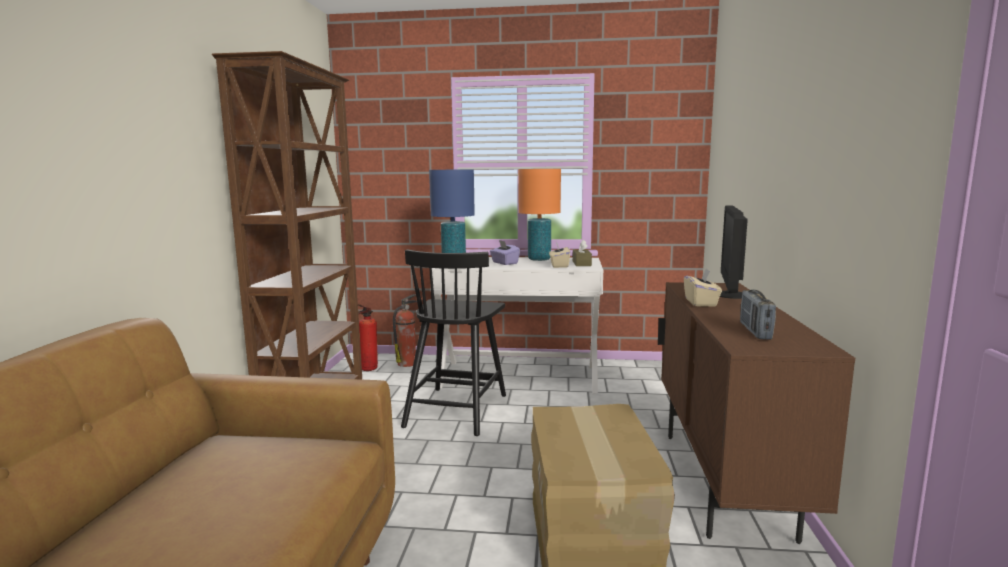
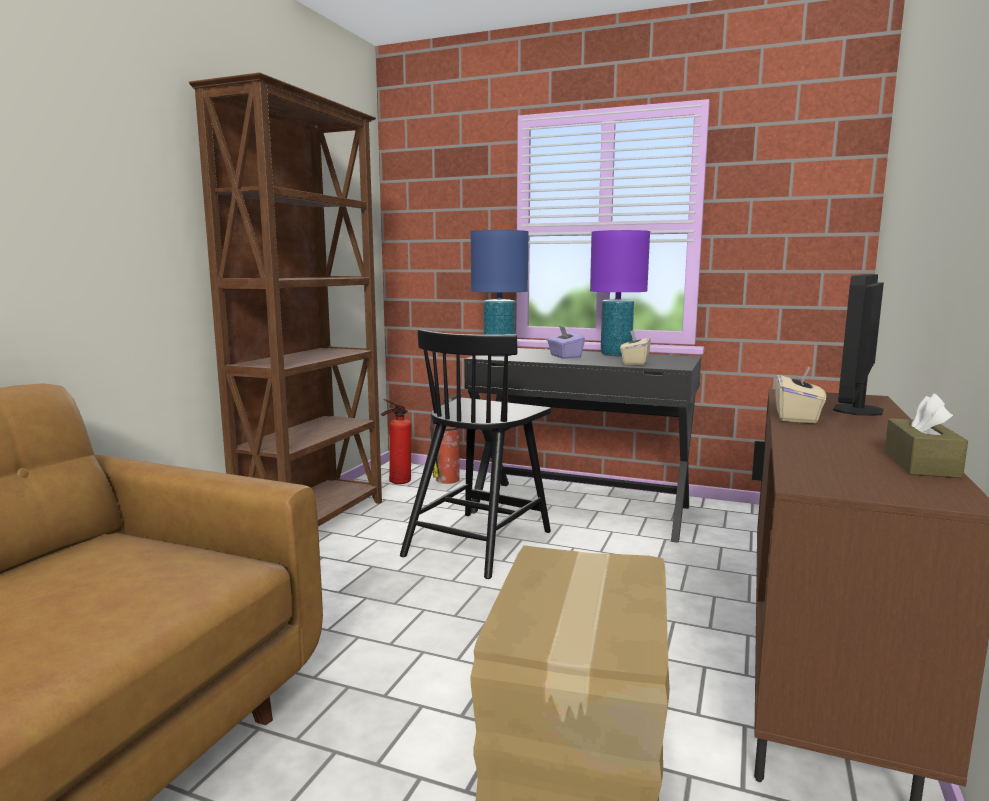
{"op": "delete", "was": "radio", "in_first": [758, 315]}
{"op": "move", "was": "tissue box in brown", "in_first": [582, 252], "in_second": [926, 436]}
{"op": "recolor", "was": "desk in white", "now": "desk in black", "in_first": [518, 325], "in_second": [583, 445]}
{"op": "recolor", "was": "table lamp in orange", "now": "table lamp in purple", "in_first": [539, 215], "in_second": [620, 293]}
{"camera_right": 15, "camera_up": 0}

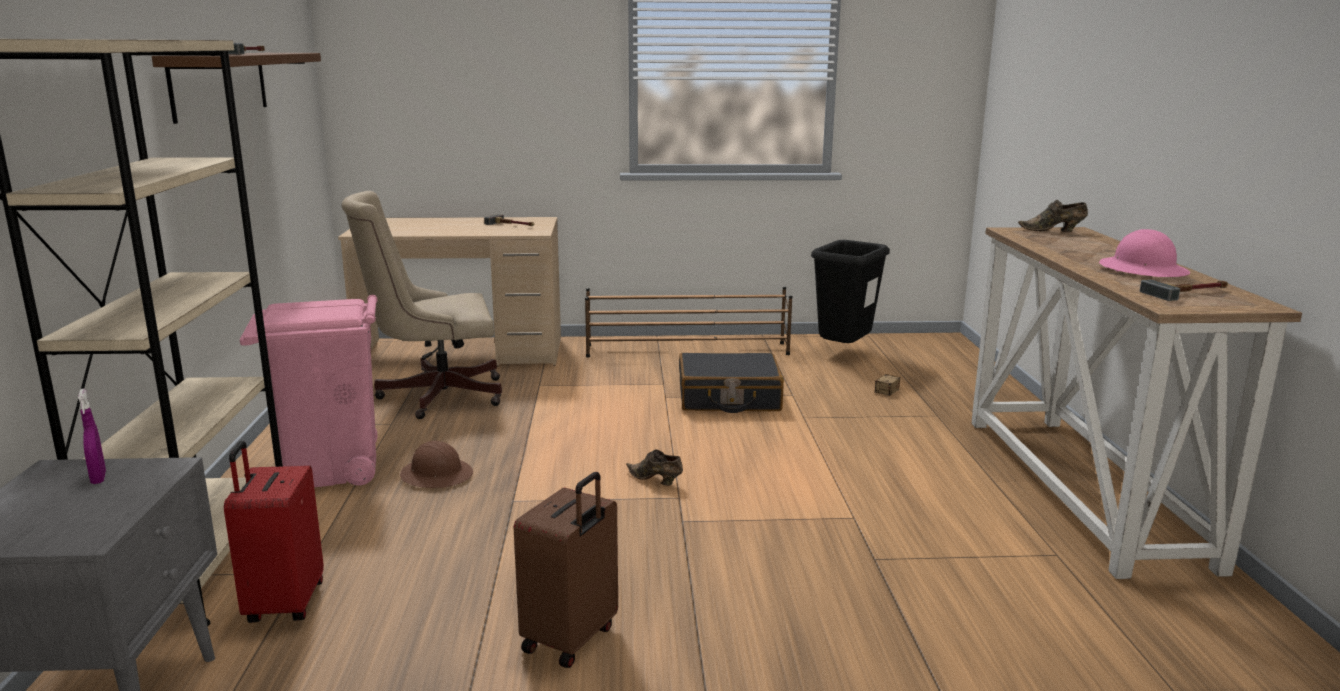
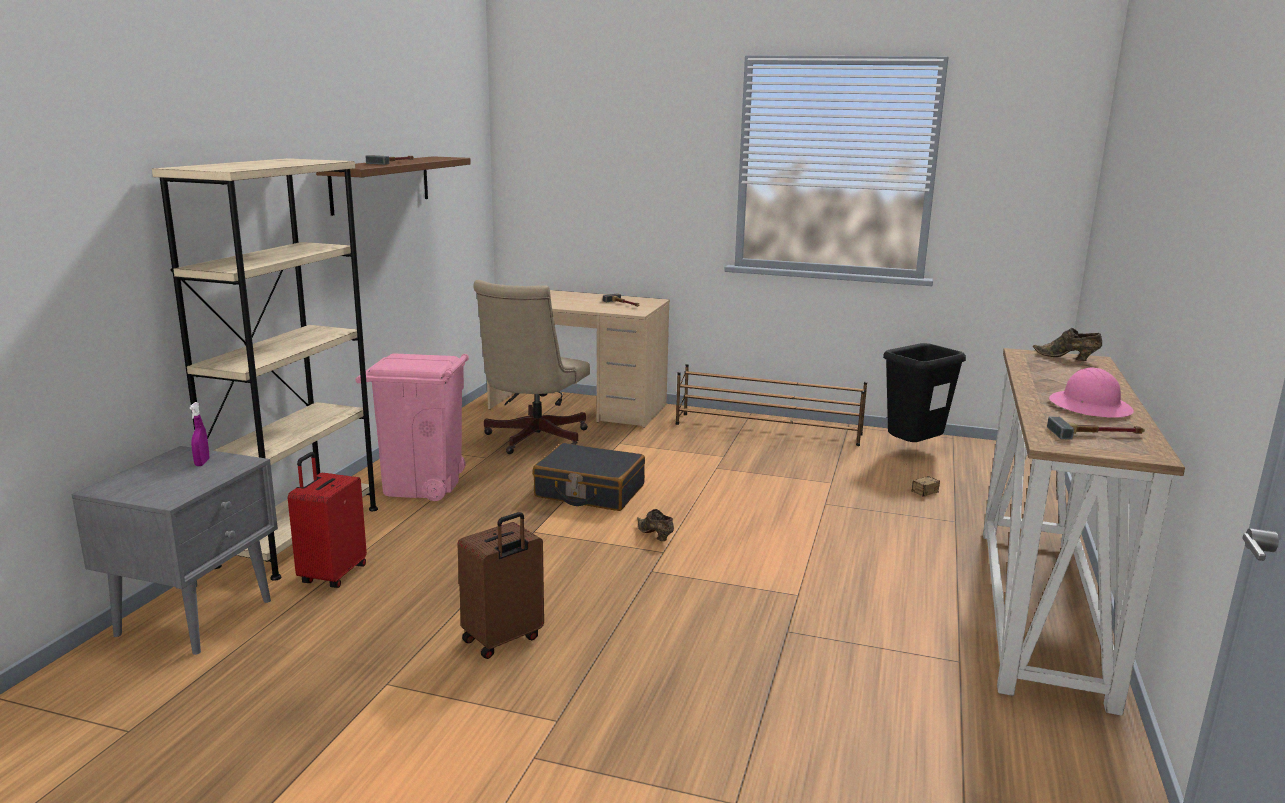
{"op": "delete", "was": "hard hat in brown", "in_first": [436, 464]}
{"op": "move", "was": "suitcase in black", "in_first": [731, 383], "in_second": [589, 477]}
{"op": "rotate", "was": "office chair in beige", "in_first": [422, 305], "in_second": [531, 367], "clockwise": -75}
{"camera_right": 20, "camera_up": 0}

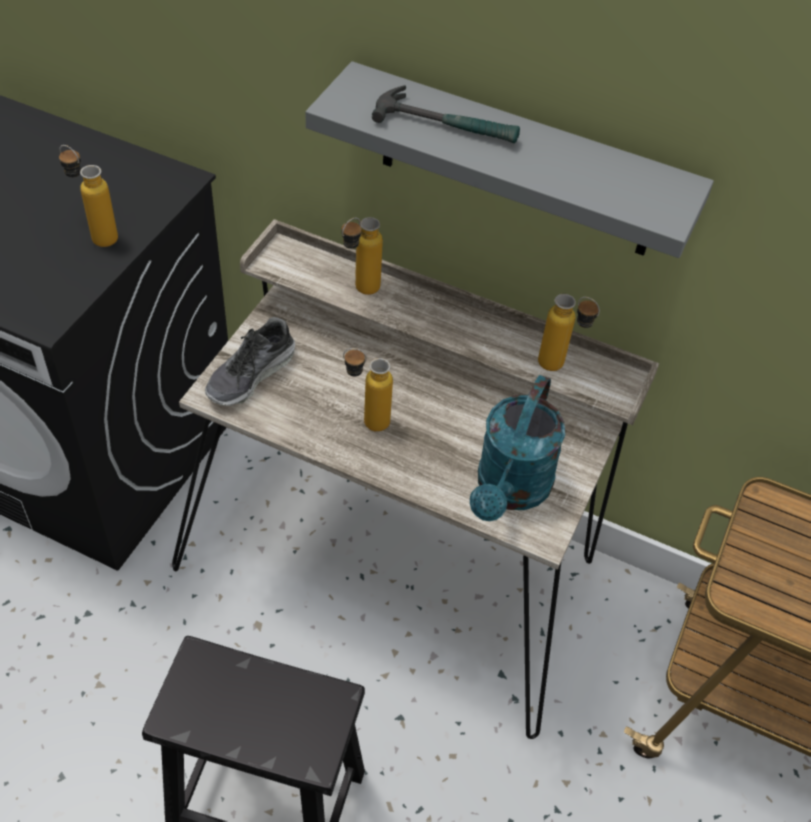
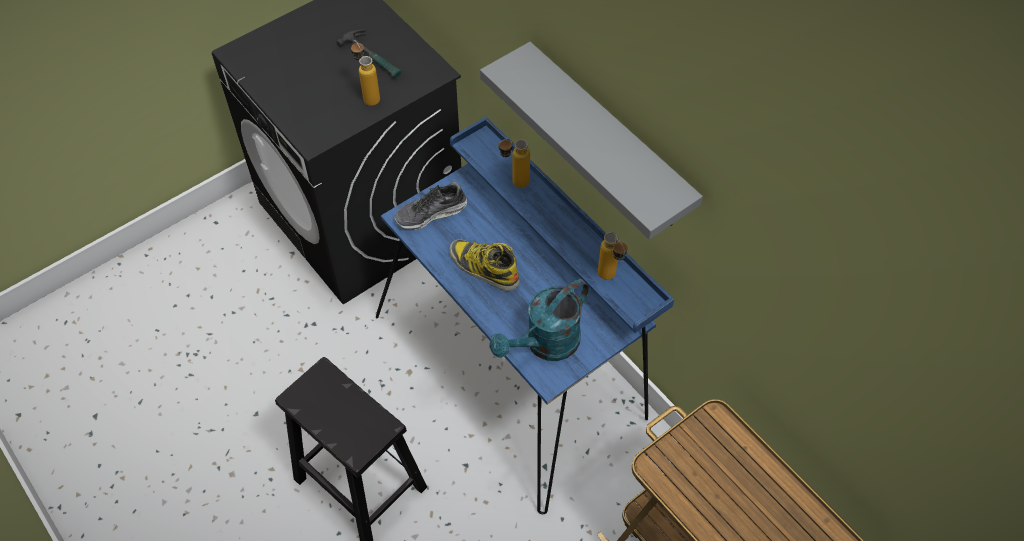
{"op": "move", "was": "hammer", "in_first": [446, 114], "in_second": [368, 54]}
{"op": "replace", "was": "bottle", "now": "boot", "in_first": [368, 390], "in_second": [484, 265]}
{"op": "recolor", "was": "desk in beige", "now": "desk in blue", "in_first": [415, 479], "in_second": [525, 316]}
{"camera_right": 30, "camera_up": 5}

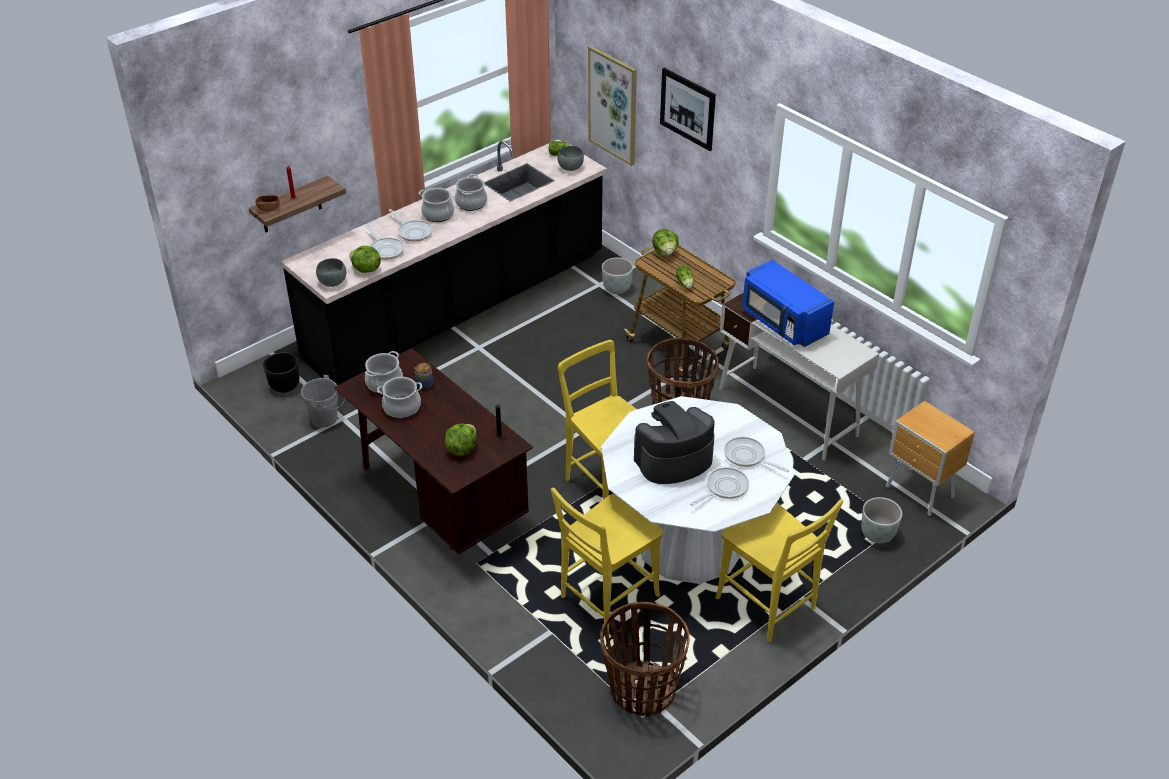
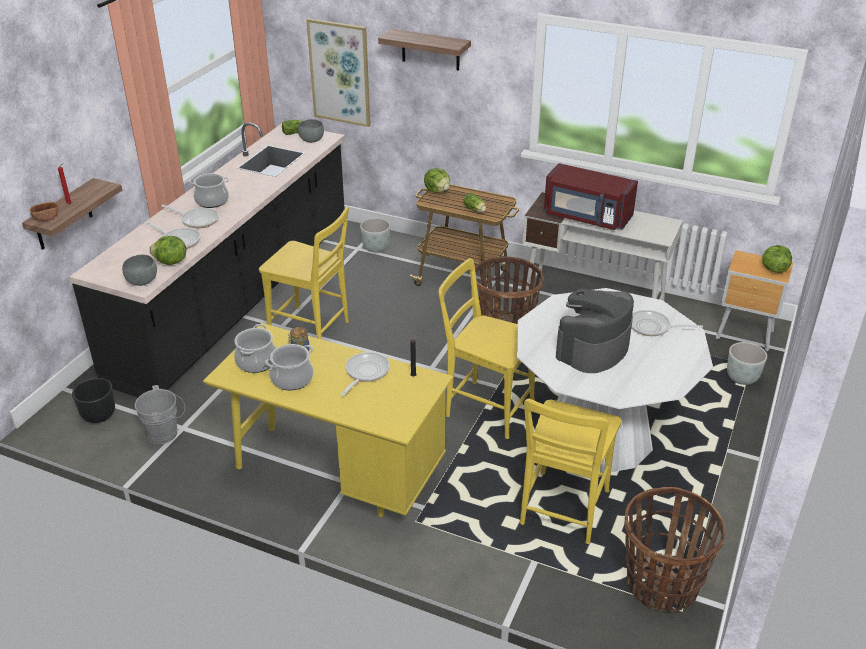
{"op": "delete", "was": "cooking pot", "in_first": [471, 192]}
{"op": "move", "was": "lettuce", "in_first": [461, 440], "in_second": [777, 259]}
{"op": "move", "was": "frying pan", "in_first": [719, 486], "in_second": [365, 374]}
{"op": "move", "was": "chair in yellow", "in_first": [779, 570], "in_second": [304, 273]}
{"op": "replace", "was": "picture", "now": "shelf", "in_first": [688, 109], "in_second": [424, 50]}
{"op": "recolor", "was": "desk in brown", "now": "desk in yellow", "in_first": [433, 451], "in_second": [328, 420]}
{"op": "recolor", "was": "microwave in blue", "now": "microwave in red", "in_first": [788, 303], "in_second": [591, 196]}
{"camera_right": -25, "camera_up": -5}

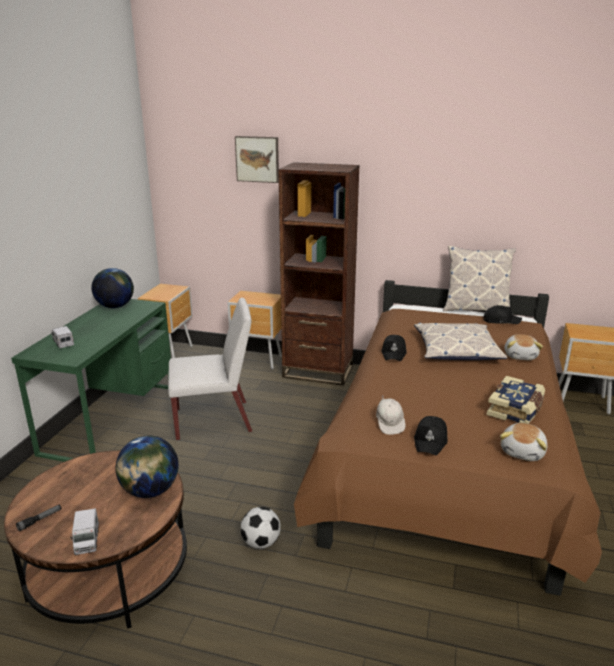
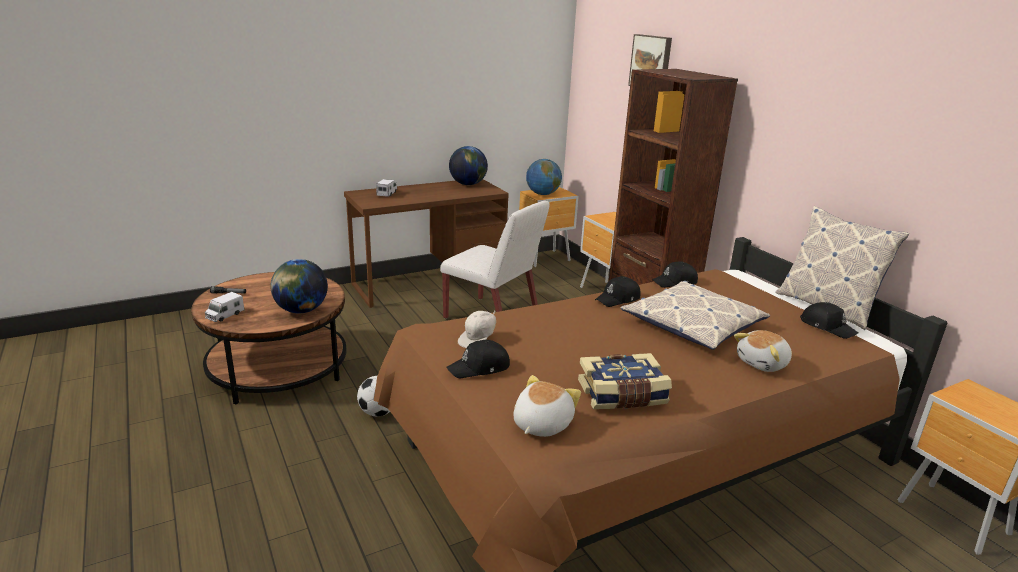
{"op": "insert", "now": "globe", "in_second": [544, 177]}
{"op": "insert", "now": "cap in black", "in_second": [675, 274]}
{"op": "recolor", "was": "desk in green", "now": "desk in brown", "in_first": [91, 380], "in_second": [426, 243]}
{"op": "rotate", "was": "plush toy", "in_first": [523, 442], "in_second": [547, 406], "clockwise": 135}
{"camera_right": 45, "camera_up": 0}

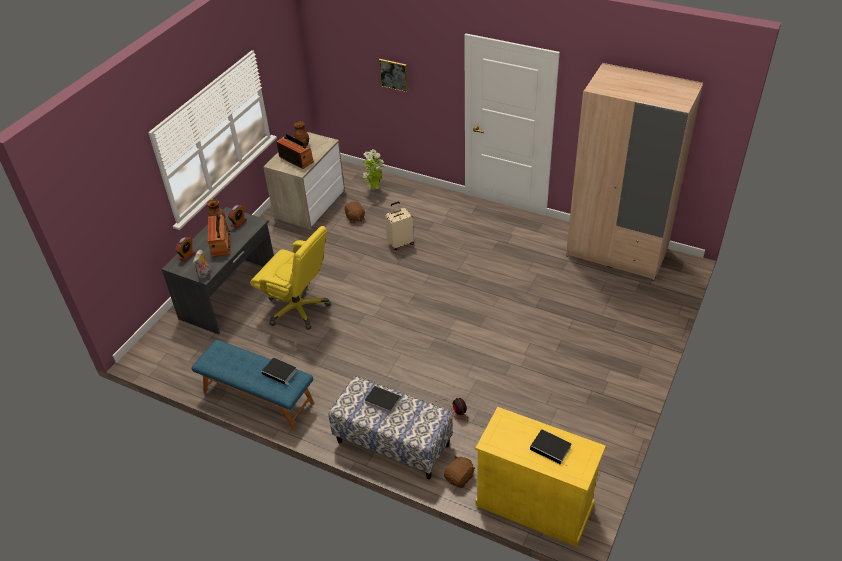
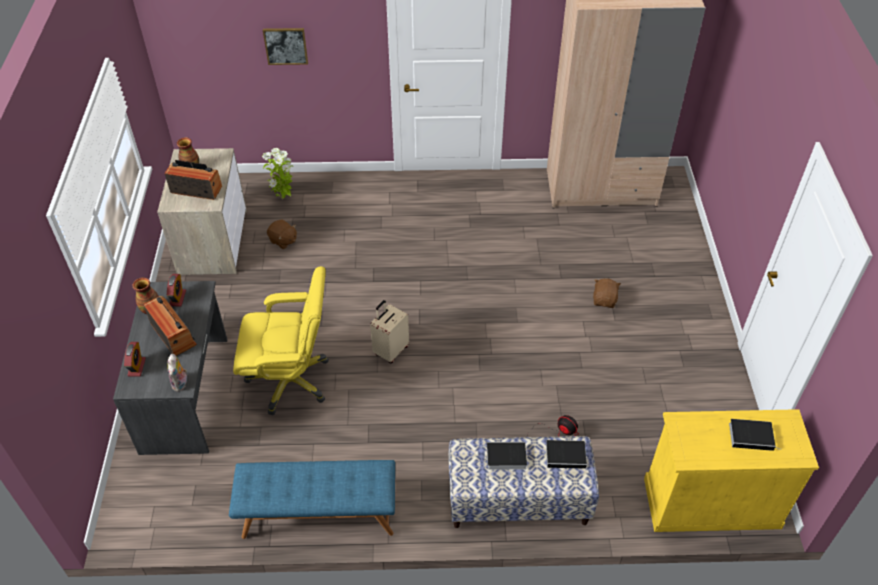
{"op": "move", "was": "book", "in_first": [279, 371], "in_second": [568, 454]}
{"op": "move", "was": "suitcase in beige", "in_first": [399, 225], "in_second": [389, 331]}
{"op": "move", "was": "plush toy in brown", "in_first": [459, 471], "in_second": [607, 293]}
{"camera_right": -30, "camera_up": 5}

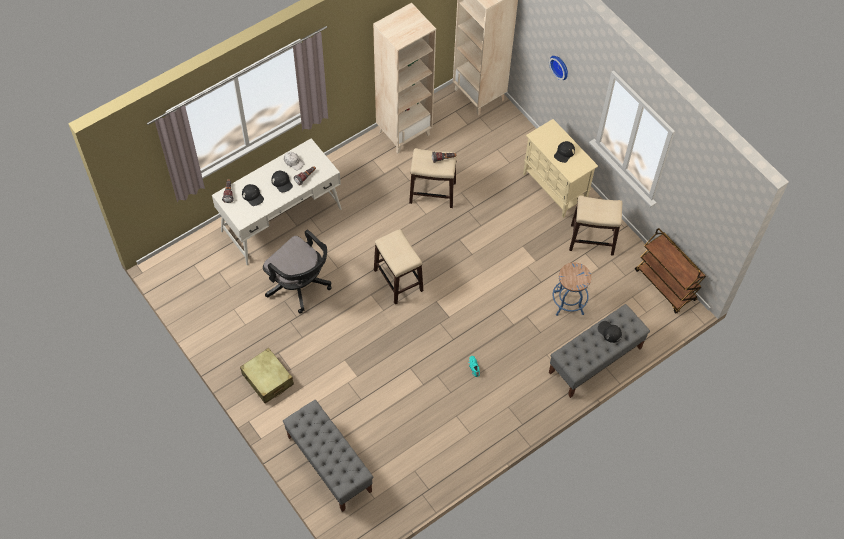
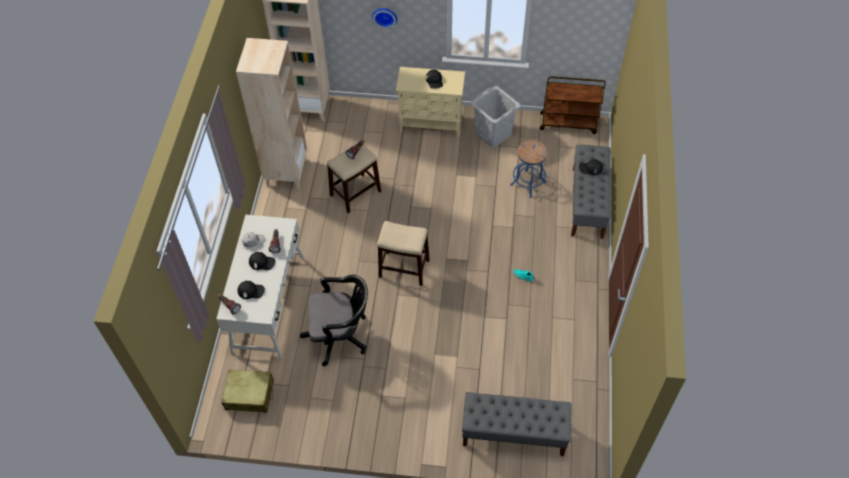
{"op": "move", "was": "suitcase in beige", "in_first": [267, 375], "in_second": [247, 391]}
{"op": "replace", "was": "stool", "now": "laundry basket in grey", "in_first": [595, 225], "in_second": [496, 117]}
{"camera_right": -45, "camera_up": -5}

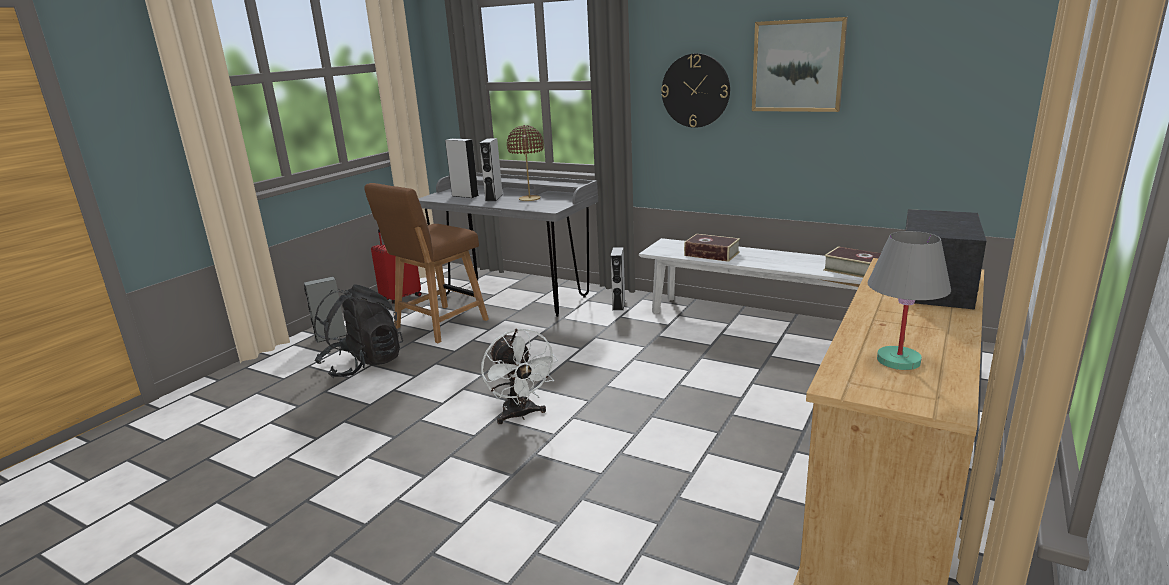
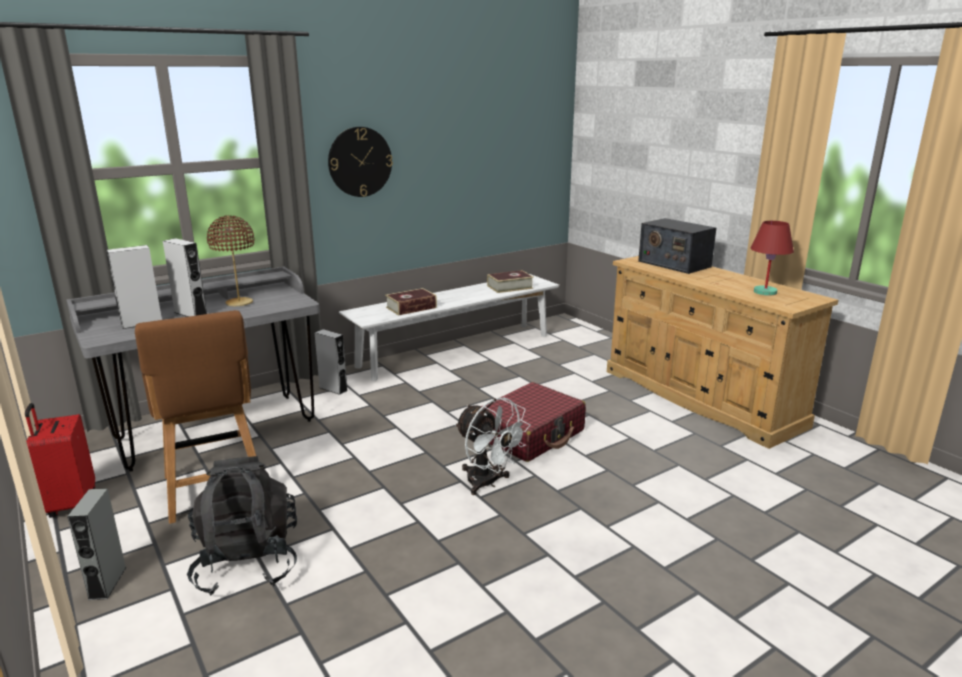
{"op": "delete", "was": "picture", "in_first": [800, 64]}
{"op": "insert", "now": "suitcase in red", "in_second": [533, 422]}
{"op": "recolor", "was": "table lamp in grey", "now": "table lamp in red", "in_first": [909, 300], "in_second": [772, 258]}
{"op": "rotate", "was": "fan in white", "in_first": [519, 376], "in_second": [493, 446], "clockwise": 45}
{"camera_right": -65, "camera_up": 0}

